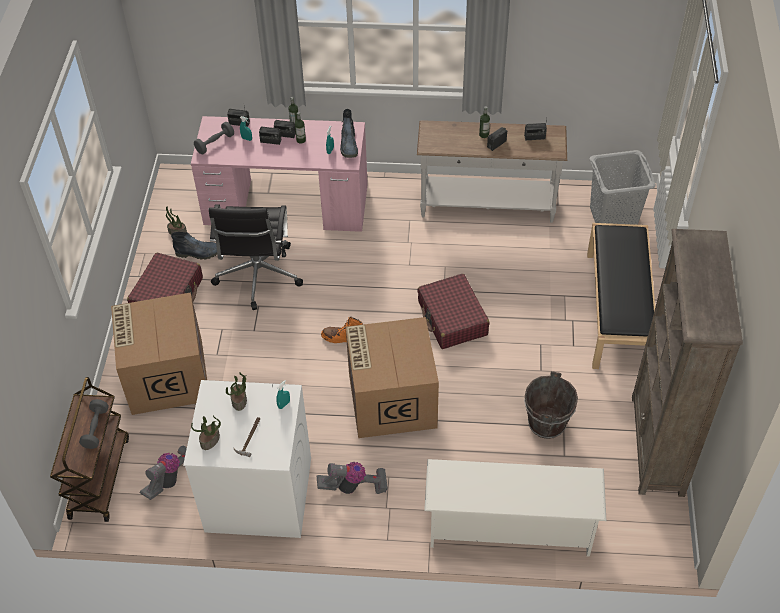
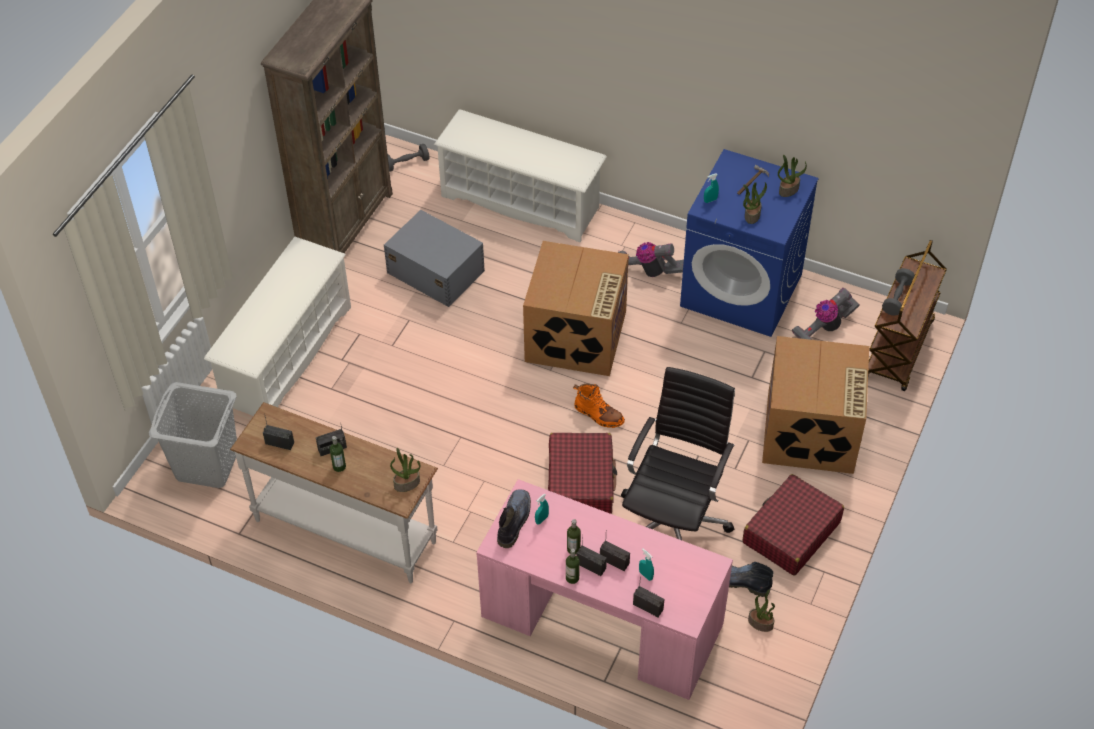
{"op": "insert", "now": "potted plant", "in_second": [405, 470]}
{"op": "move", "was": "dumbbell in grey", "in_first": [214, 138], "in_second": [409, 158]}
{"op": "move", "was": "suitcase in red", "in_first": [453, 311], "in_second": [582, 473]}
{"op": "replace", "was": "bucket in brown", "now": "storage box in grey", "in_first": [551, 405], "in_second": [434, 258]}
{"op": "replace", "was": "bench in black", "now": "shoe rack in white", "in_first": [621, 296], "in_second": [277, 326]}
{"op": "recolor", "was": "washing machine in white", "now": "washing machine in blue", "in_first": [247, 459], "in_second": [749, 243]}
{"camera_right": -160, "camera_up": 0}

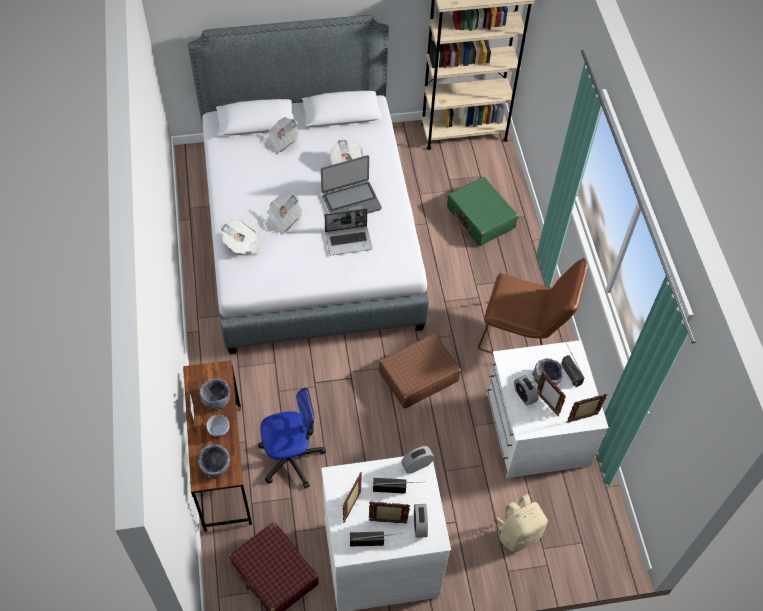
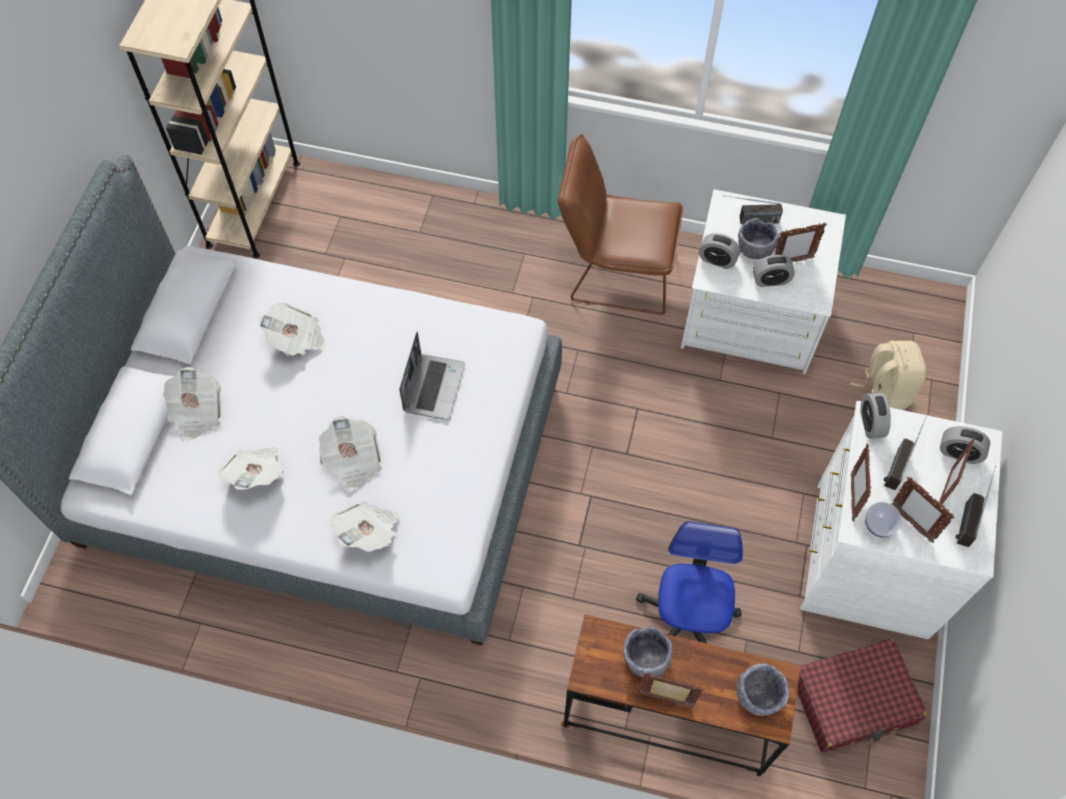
{"op": "delete", "was": "laptop", "in_first": [351, 184]}
{"op": "delete", "was": "suitcase in brown", "in_first": [420, 371]}
{"op": "delete", "was": "suitcase in green", "in_first": [482, 211]}
{"op": "insert", "now": "newspaper", "in_second": [251, 468]}
{"op": "insert", "now": "alarm clock", "in_second": [719, 251]}
{"op": "move", "was": "bowl", "in_first": [218, 426], "in_second": [883, 519]}
{"op": "move", "was": "picture frame", "in_first": [587, 408], "in_second": [861, 482]}
{"op": "rotate", "was": "chair in brown", "in_first": [533, 306], "in_second": [620, 224], "clockwise": -120}
{"camera_right": -65, "camera_up": 5}

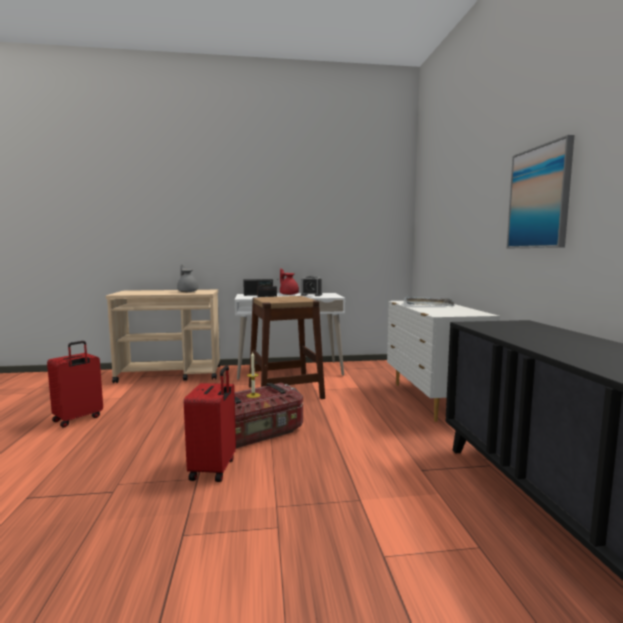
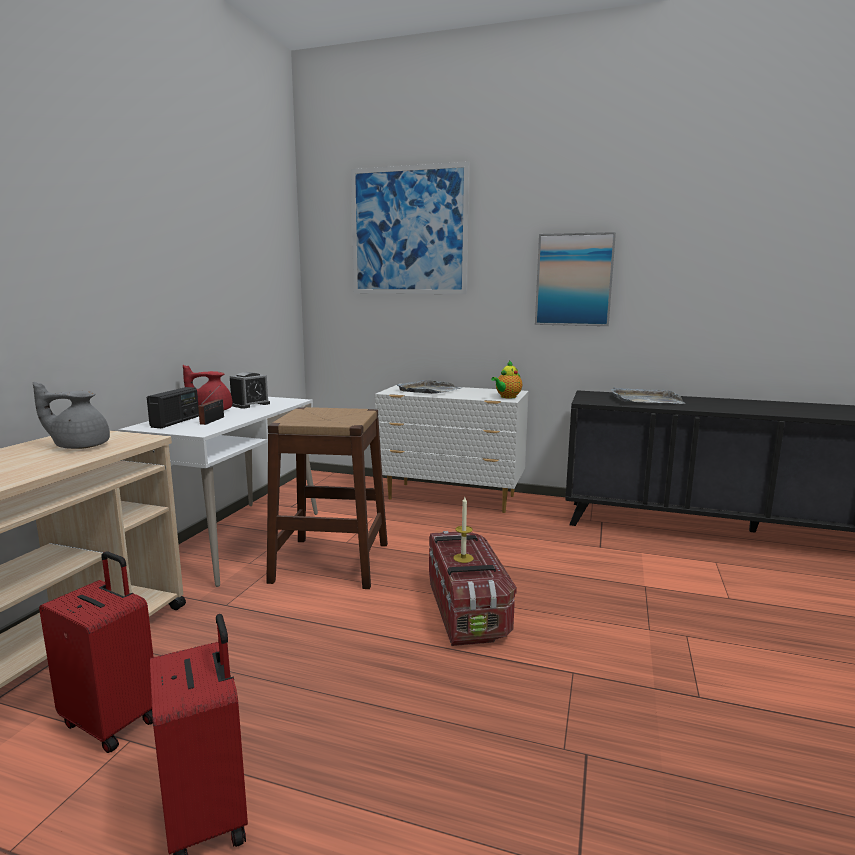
{"op": "insert", "now": "picture", "in_second": [410, 228]}
{"op": "insert", "now": "teapot", "in_second": [506, 379]}
{"op": "insert", "now": "tray in grey", "in_second": [648, 395]}
{"op": "move", "was": "suitcase in red", "in_first": [210, 424], "in_second": [96, 652]}
{"camera_right": -65, "camera_up": 5}

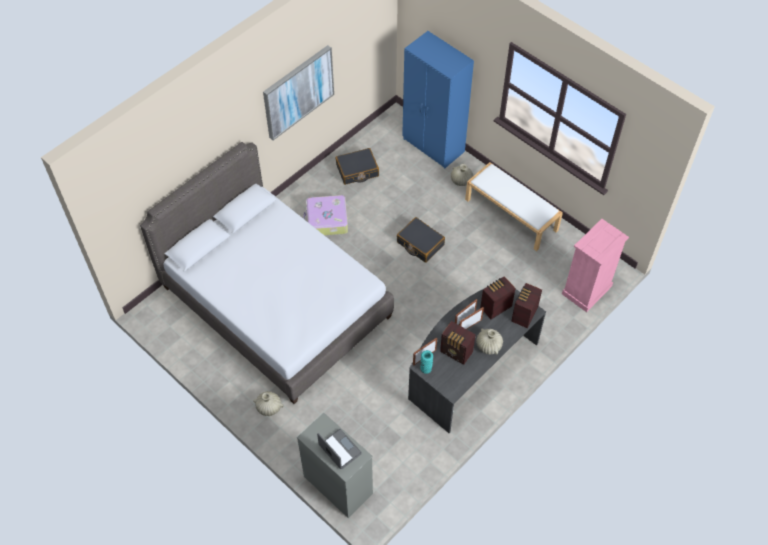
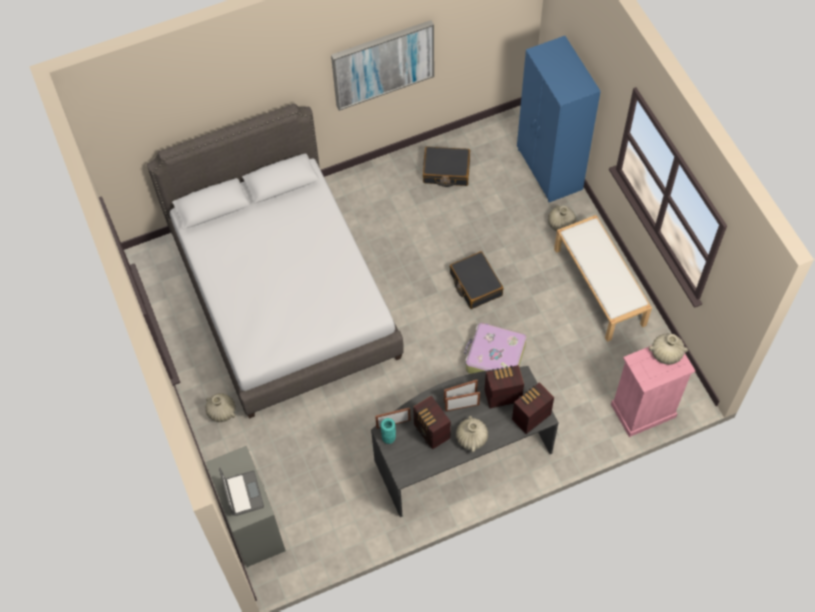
{"op": "insert", "now": "vase in beige", "in_second": [668, 349]}
{"op": "move", "was": "suitcase", "in_first": [325, 215], "in_second": [495, 348]}
{"camera_right": 25, "camera_up": 5}

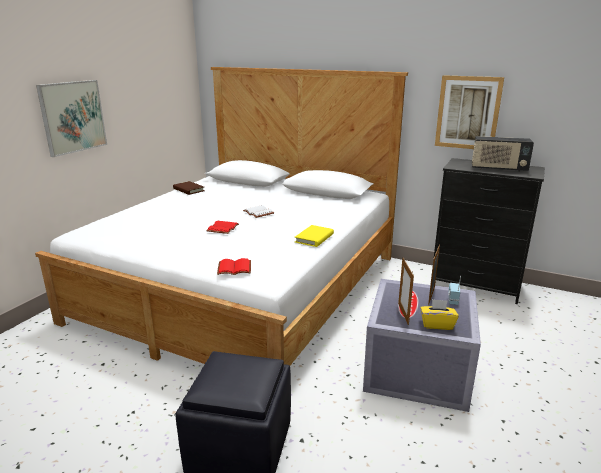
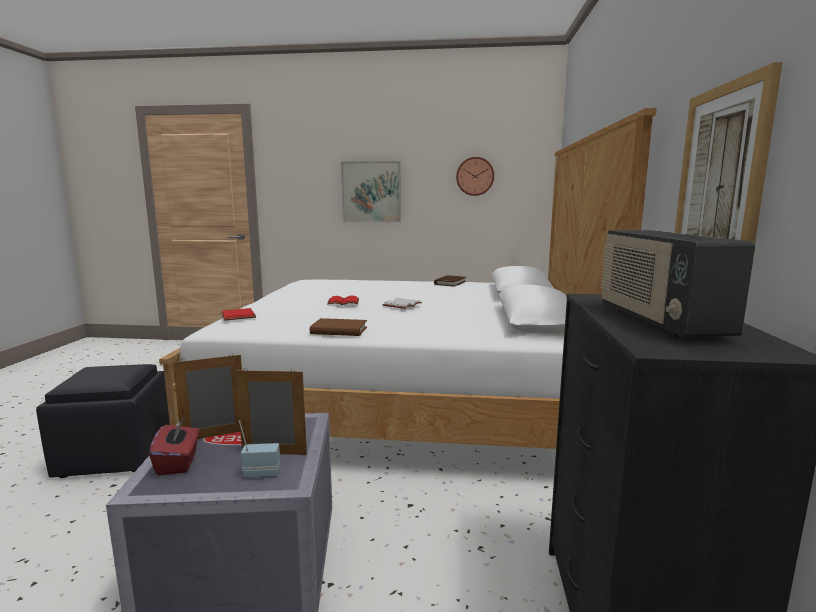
{"op": "insert", "now": "wall clock", "in_second": [475, 176]}
{"op": "recolor", "was": "book in yellow", "now": "book in brown", "in_first": [314, 236], "in_second": [338, 327]}
{"op": "recolor", "was": "tissue box in yellow", "now": "tissue box in red", "in_first": [439, 314], "in_second": [174, 447]}
{"camera_right": 70, "camera_up": -10}

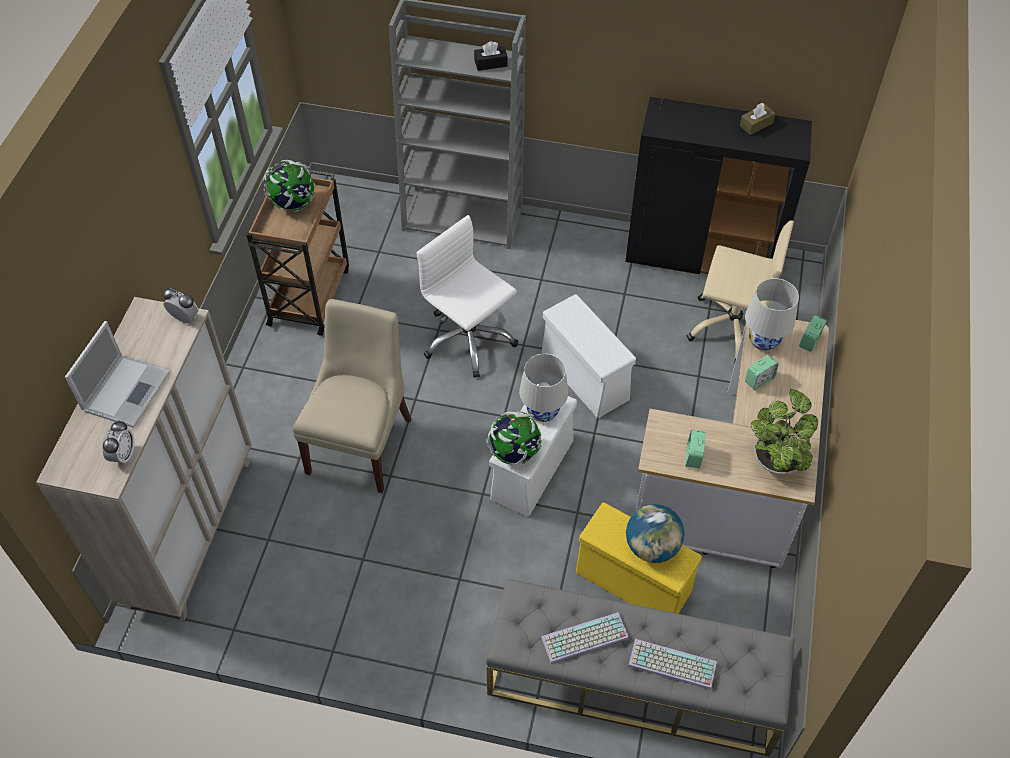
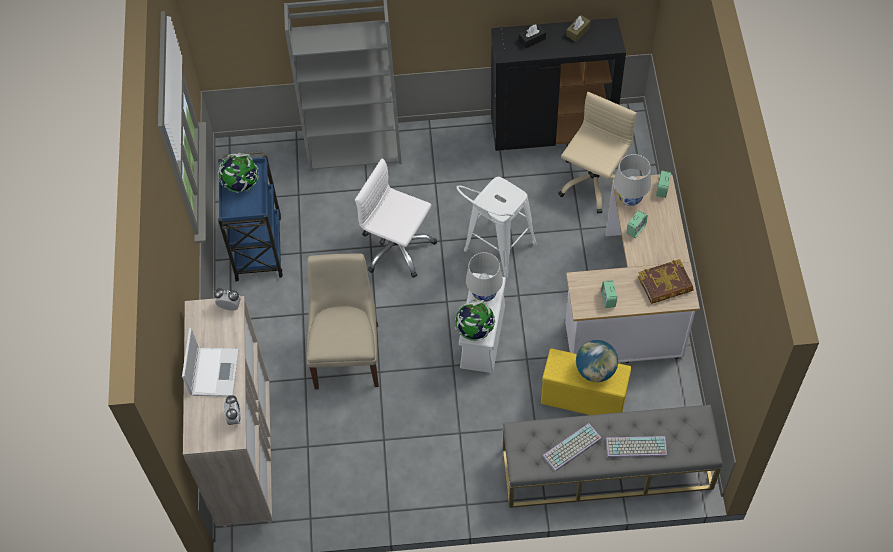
{"op": "move", "was": "tissue box in black", "in_first": [491, 56], "in_second": [532, 36]}
{"op": "replace", "was": "storage box in white", "now": "stool in white", "in_first": [588, 356], "in_second": [496, 227]}
{"op": "replace", "was": "potted plant", "now": "book", "in_first": [784, 431], "in_second": [665, 281]}
{"op": "recolor", "was": "cart in brown", "now": "cart in blue", "in_first": [297, 253], "in_second": [250, 216]}
{"op": "rotate", "was": "office chair in beige", "in_first": [740, 292], "in_second": [597, 153], "clockwise": -60}
{"camera_right": -15, "camera_up": 5}

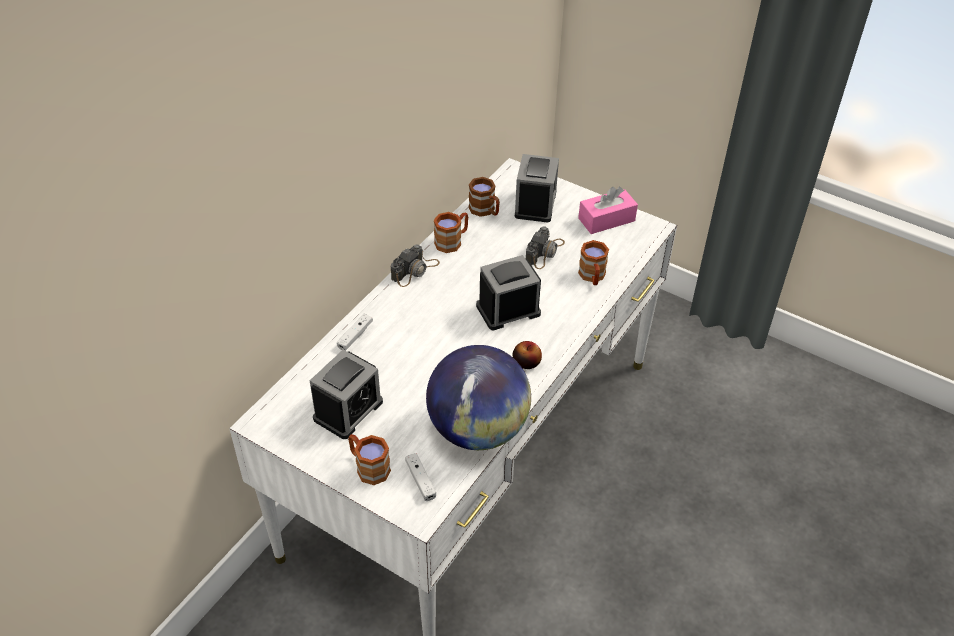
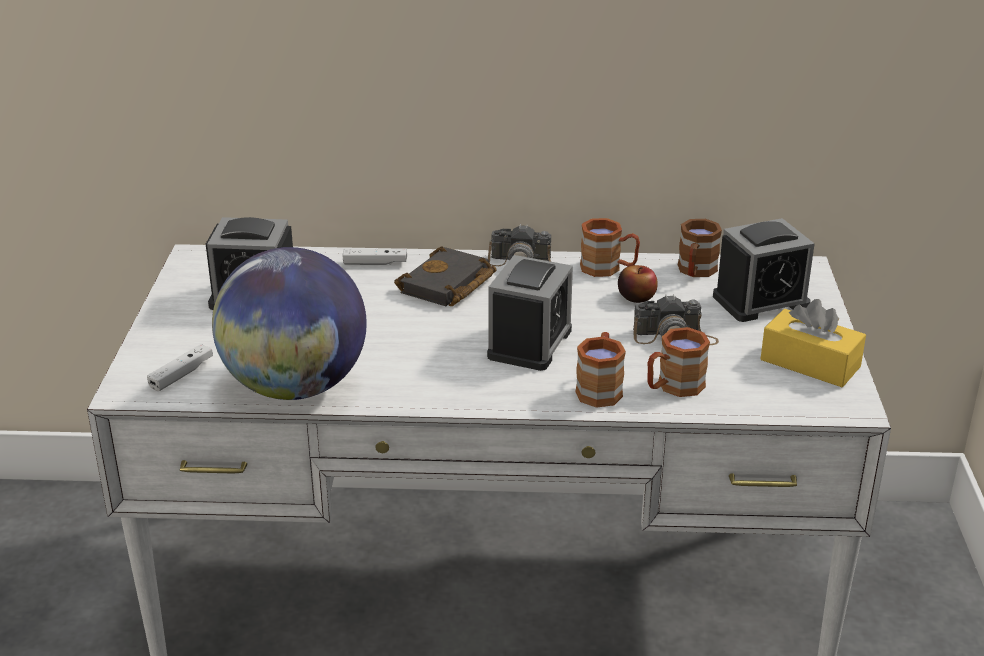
{"op": "insert", "now": "book in black", "in_second": [445, 276]}
{"op": "move", "was": "mug in brown", "in_first": [369, 459], "in_second": [600, 370]}
{"op": "move", "was": "apple", "in_first": [527, 355], "in_second": [638, 284]}
{"op": "recolor", "was": "tissue box in pink", "now": "tissue box in yellow", "in_first": [608, 210], "in_second": [813, 343]}
{"op": "rotate", "was": "alarm clock", "in_first": [508, 292], "in_second": [530, 313], "clockwise": 75}
{"camera_right": 60, "camera_up": -15}

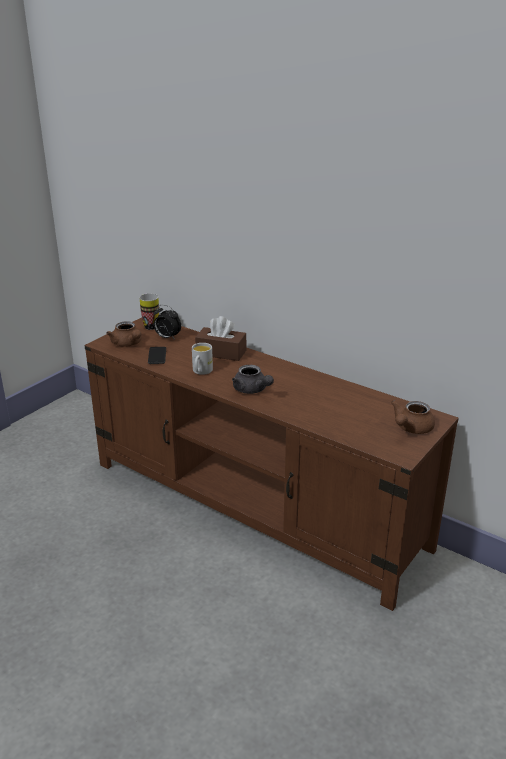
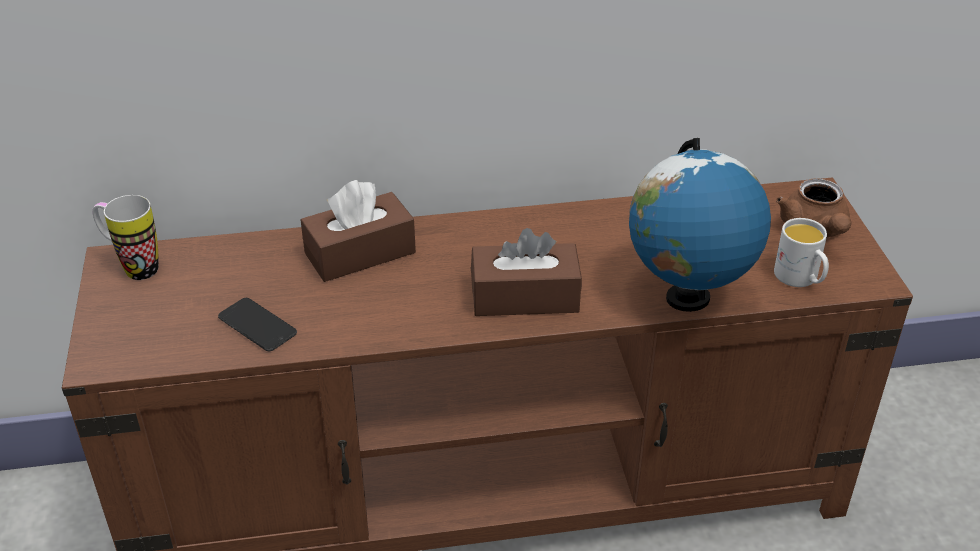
{"op": "delete", "was": "teapot in brown", "in_first": [124, 334]}
{"op": "delete", "was": "alarm clock", "in_first": [167, 322]}
{"op": "insert", "now": "globe", "in_second": [700, 225]}
{"op": "move", "was": "mug in white", "in_first": [202, 359], "in_second": [801, 252]}
{"op": "replace", "was": "teapot in grey", "now": "tissue box in brown", "in_first": [253, 379], "in_second": [526, 272]}
{"camera_right": -45, "camera_up": 10}

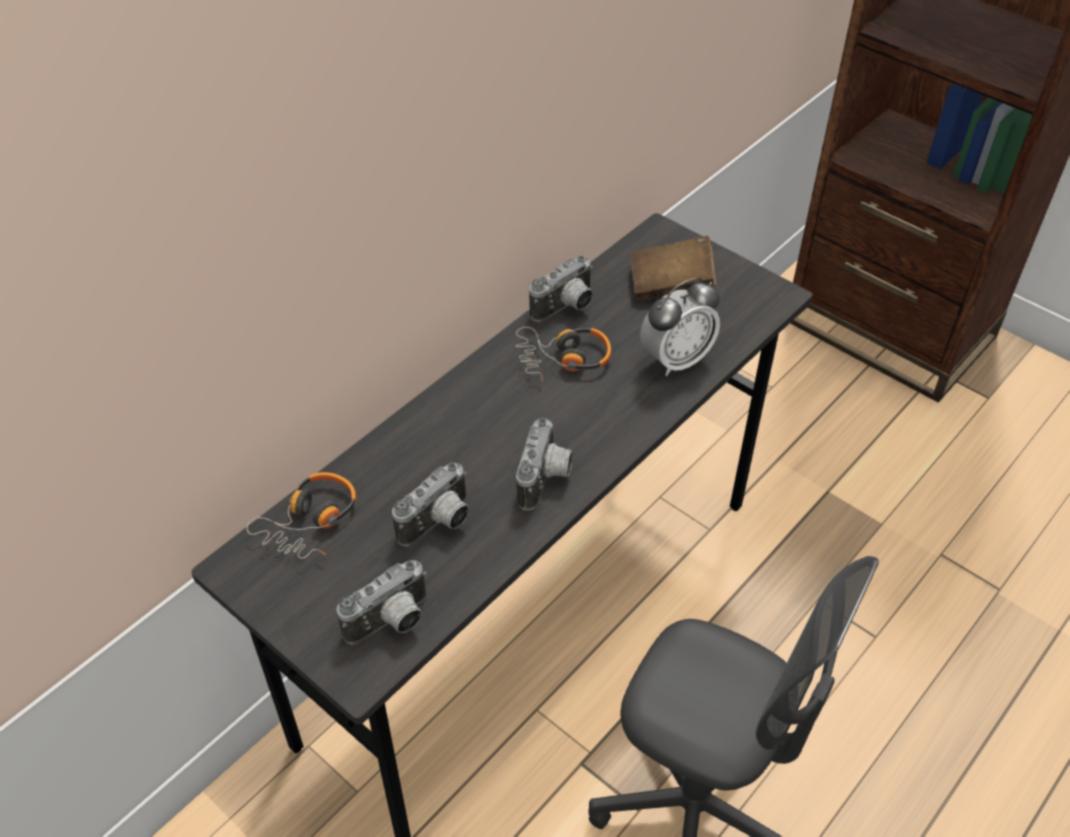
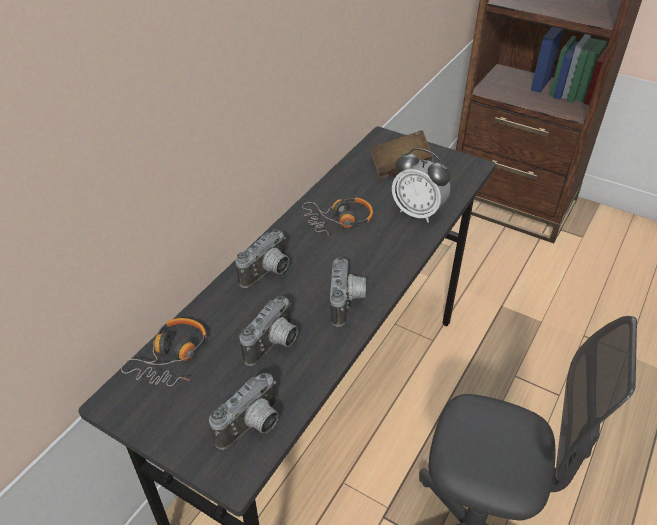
{"op": "move", "was": "photo camera", "in_first": [561, 289], "in_second": [262, 258]}
{"op": "rotate", "was": "alarm clock", "in_first": [680, 327], "in_second": [421, 185], "clockwise": 75}
{"camera_right": -10, "camera_up": -5}

